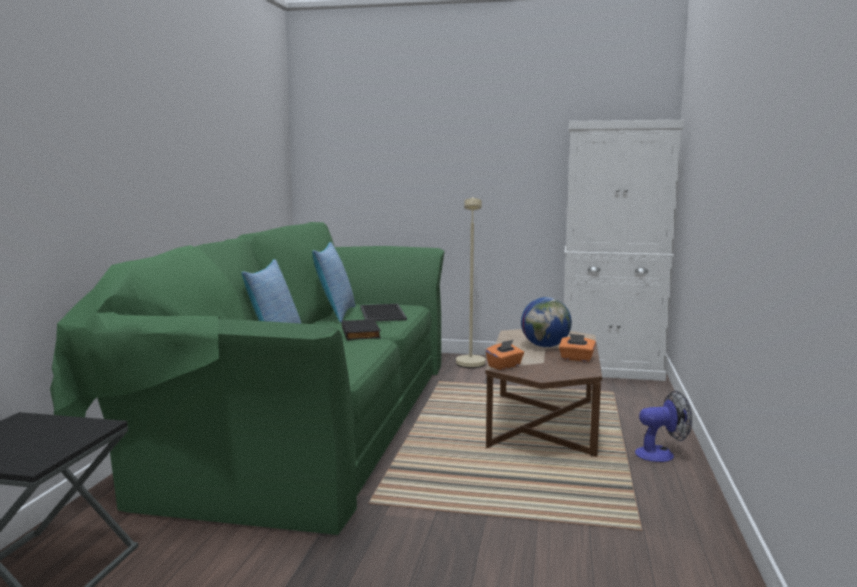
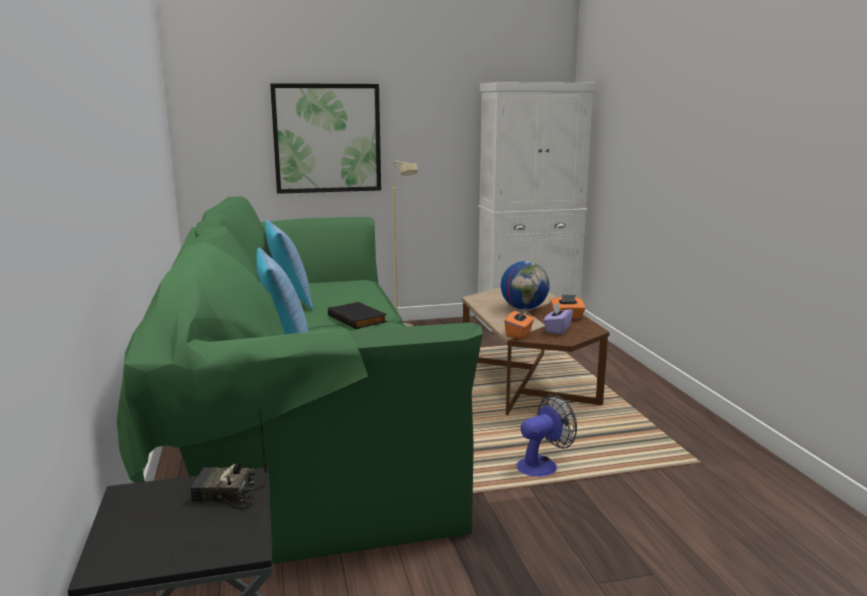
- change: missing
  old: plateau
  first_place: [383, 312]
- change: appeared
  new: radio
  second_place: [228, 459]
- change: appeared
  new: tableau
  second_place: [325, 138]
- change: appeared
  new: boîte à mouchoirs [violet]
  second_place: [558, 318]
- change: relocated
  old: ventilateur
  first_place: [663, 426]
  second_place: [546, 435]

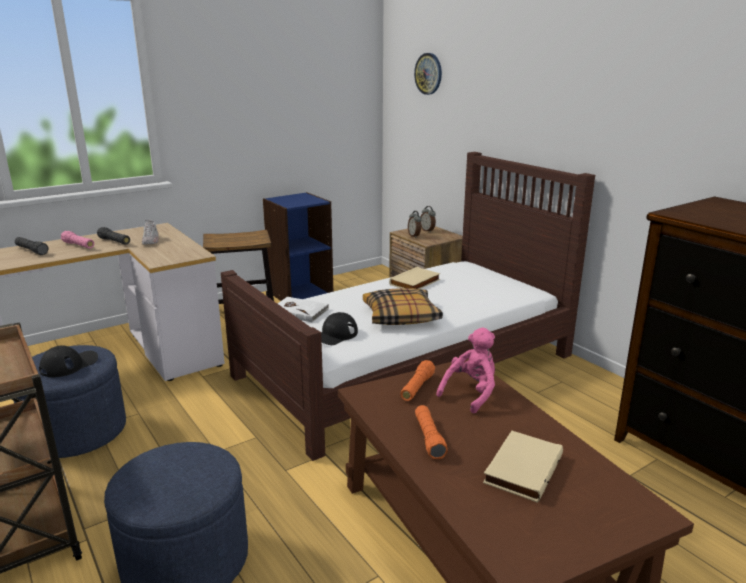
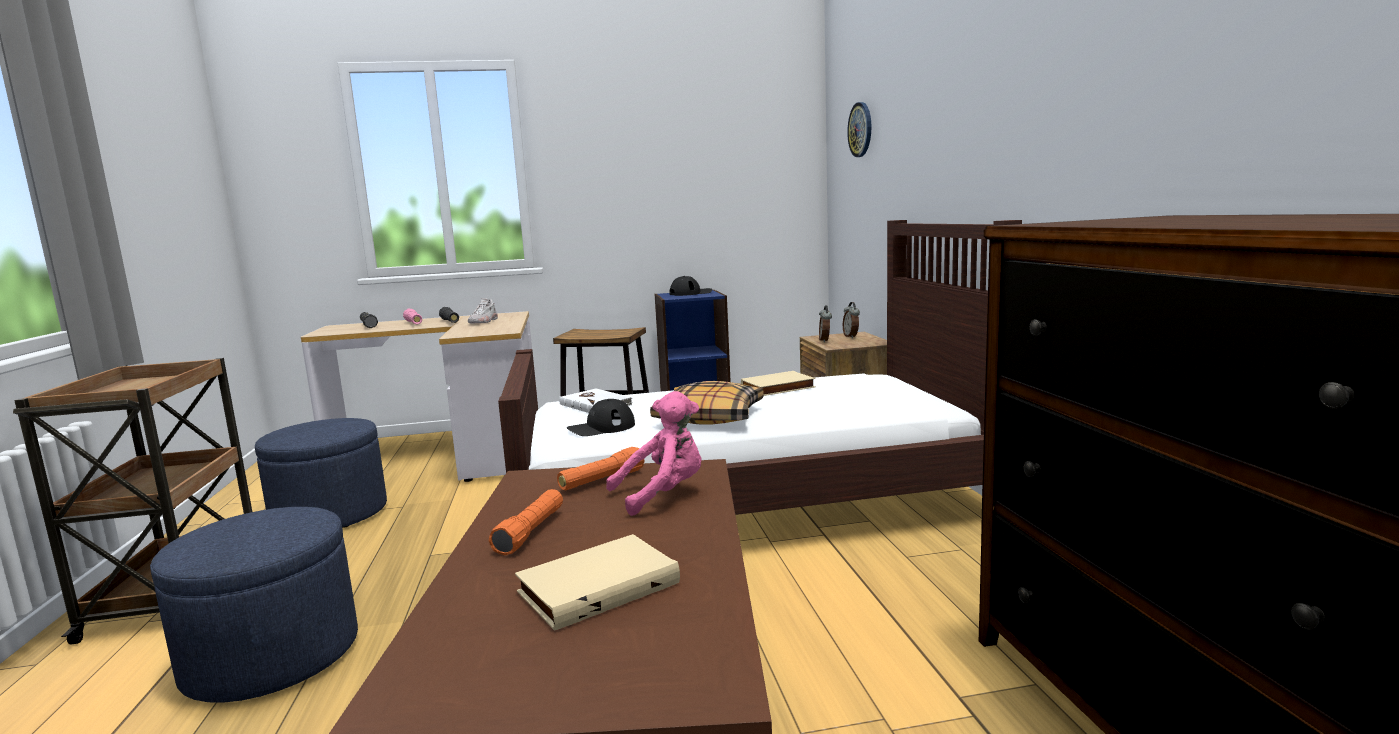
- change: relocated
  old: casquette [noir]
  first_place: [68, 361]
  second_place: [690, 286]

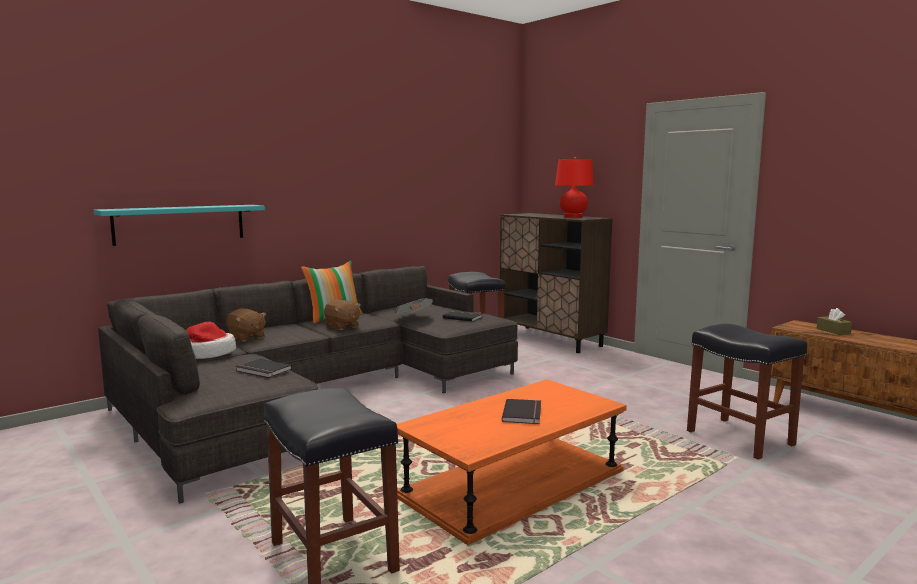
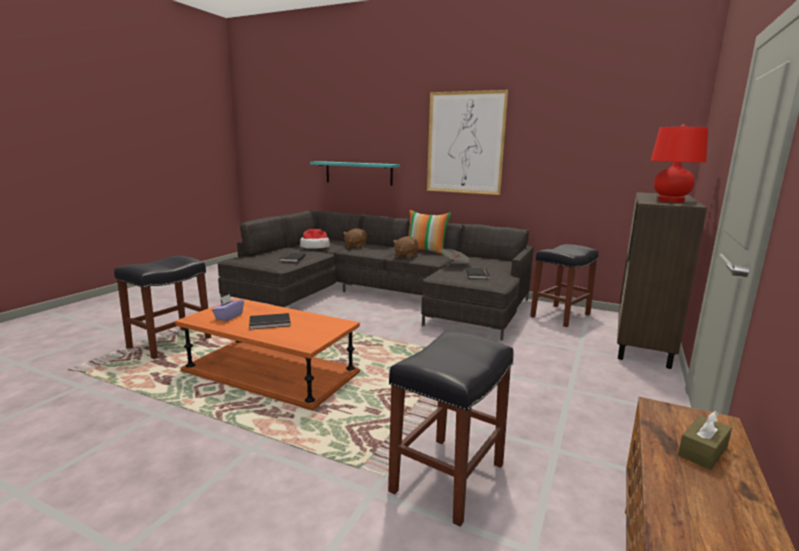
- change: appeared
  new: boîte à mouchoirs [violet]
  second_place: [228, 307]
- change: appeared
  new: tableau
  second_place: [467, 142]

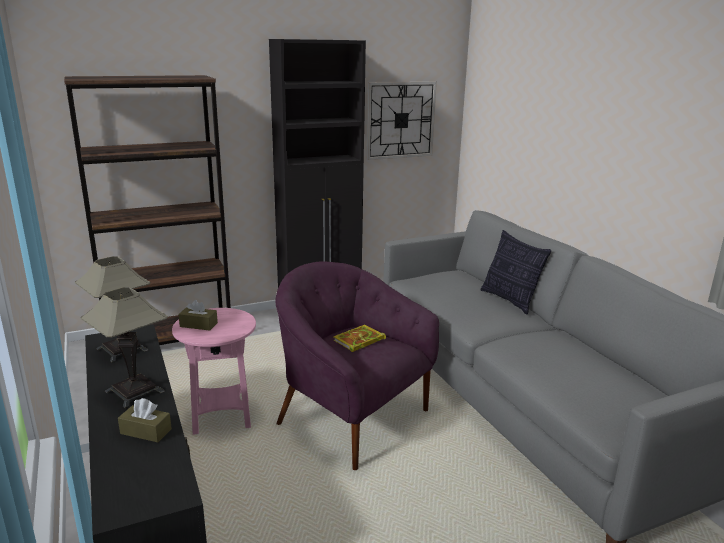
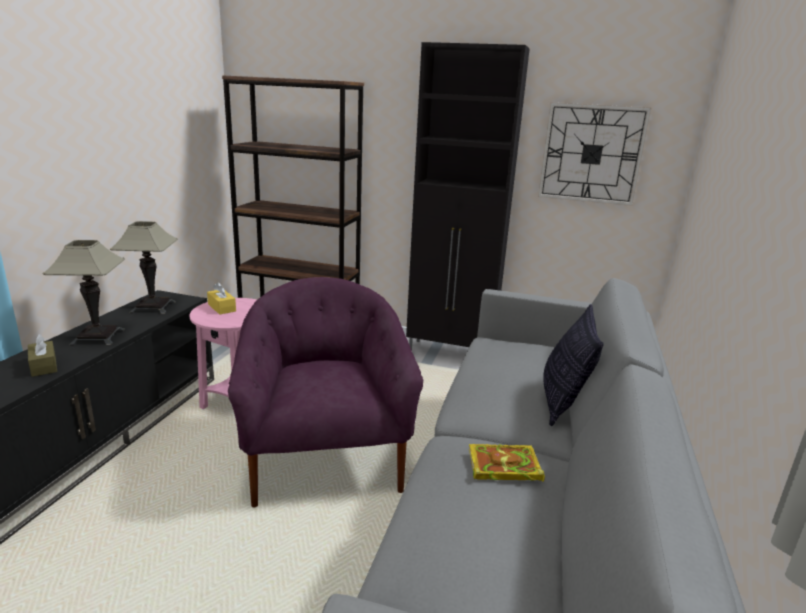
- change: relocated
  old: livre
  first_place: [359, 338]
  second_place: [507, 463]
- change: colour
  old: boîte à mouchoirs [marron]
  new: boîte à mouchoirs [jaune]
  first_place: [198, 315]
  second_place: [221, 298]

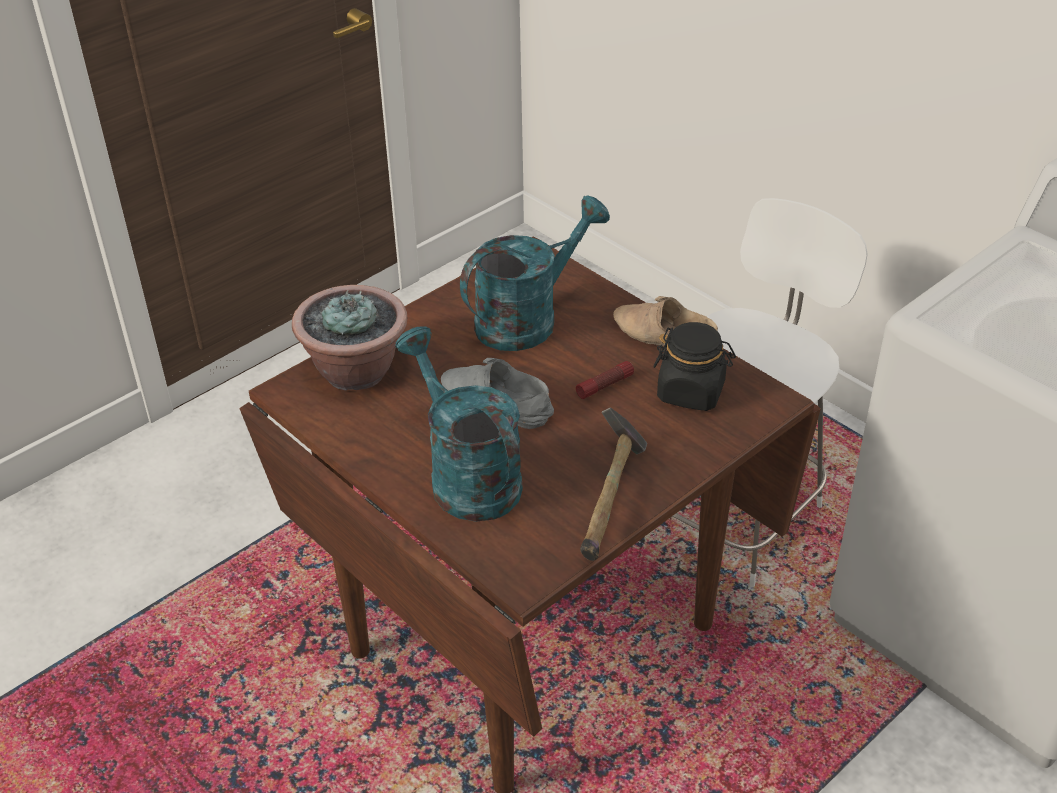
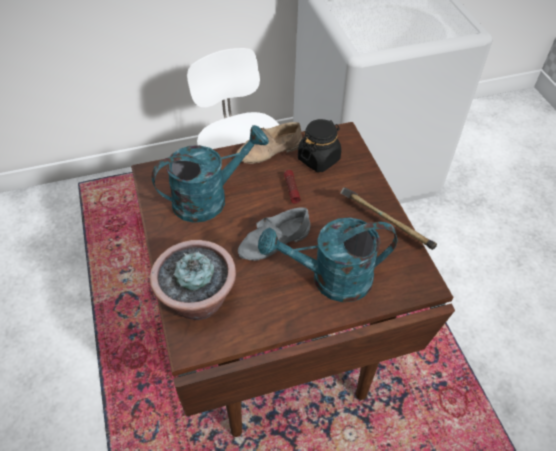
- change: spun
  old: arrosoir [turquoise]
  first_place: [535, 273]
  second_place: [210, 174]
  degrees: 75

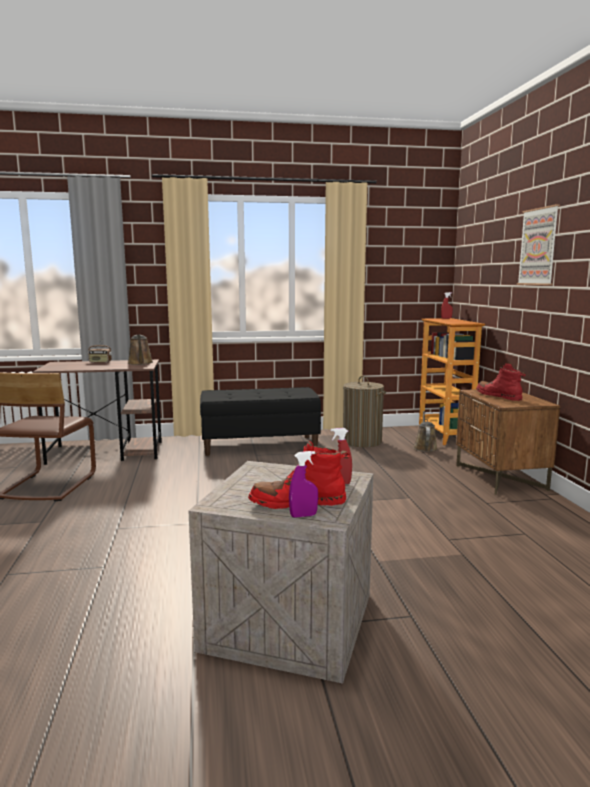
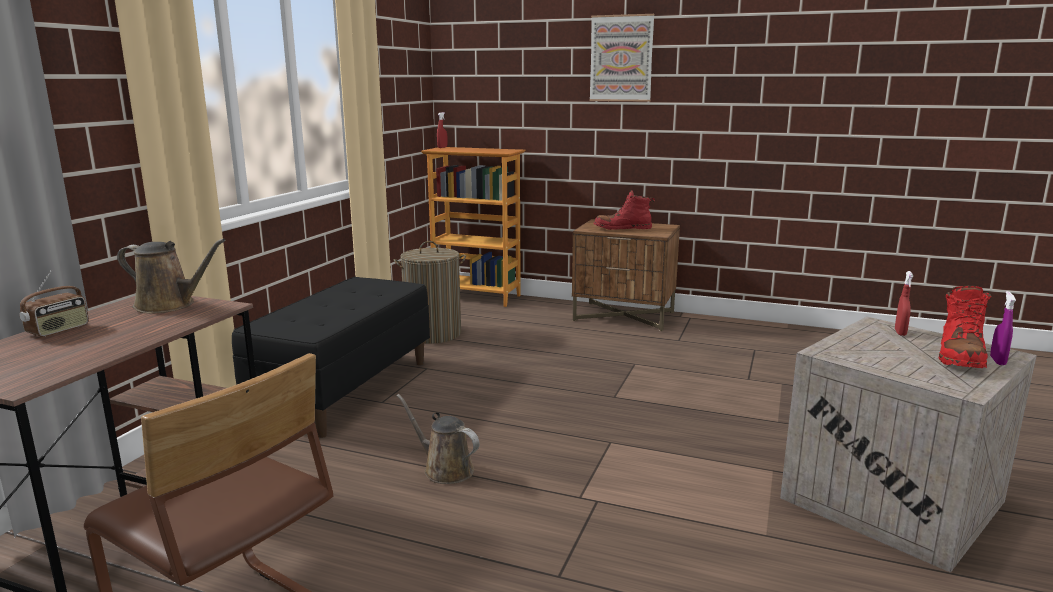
- change: relocated
  old: arrosoir [marron]
  first_place: [425, 431]
  second_place: [438, 439]

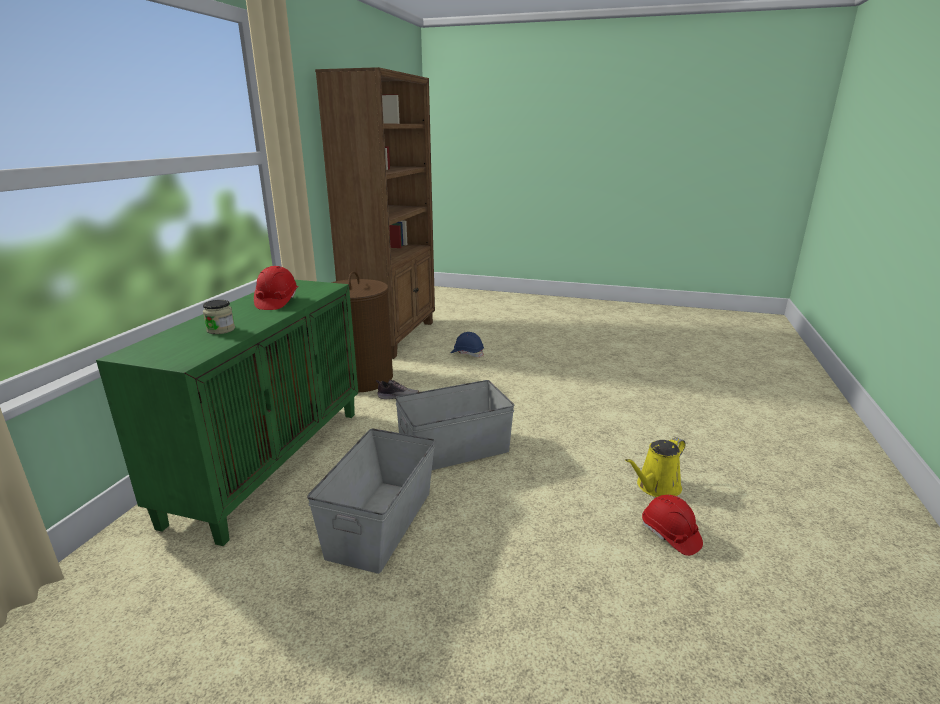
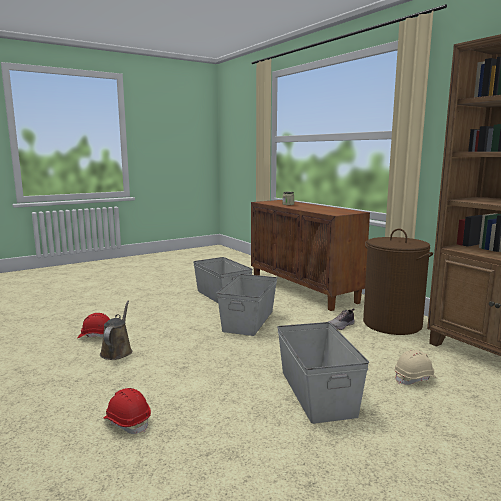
- change: appeared
  new: boîte de rangement [gris]
  second_place: [323, 373]
- change: relocated
  old: casque de chantier [rouge]
  first_place: [276, 288]
  second_place: [127, 411]
- change: colour
  old: meuble de rangement [vert]
  new: meuble de rangement [marron]
  first_place: [227, 413]
  second_place: [310, 255]
- change: colour
  old: casque de chantier [bleu]
  new: casque de chantier [beige]
  first_place: [467, 344]
  second_place: [415, 367]
- change: colour
  old: arrosoir [jaune]
  new: arrosoir [marron]
  first_place: [655, 467]
  second_place: [116, 330]

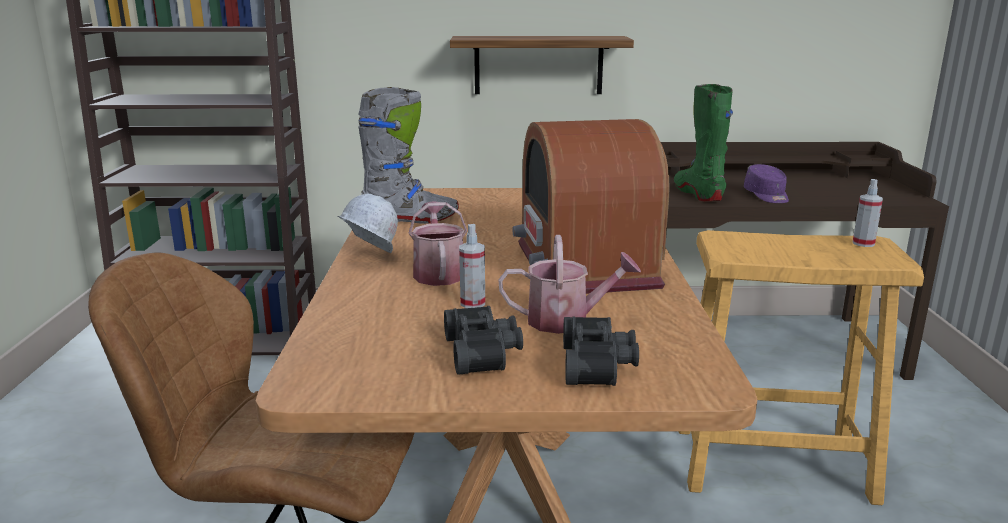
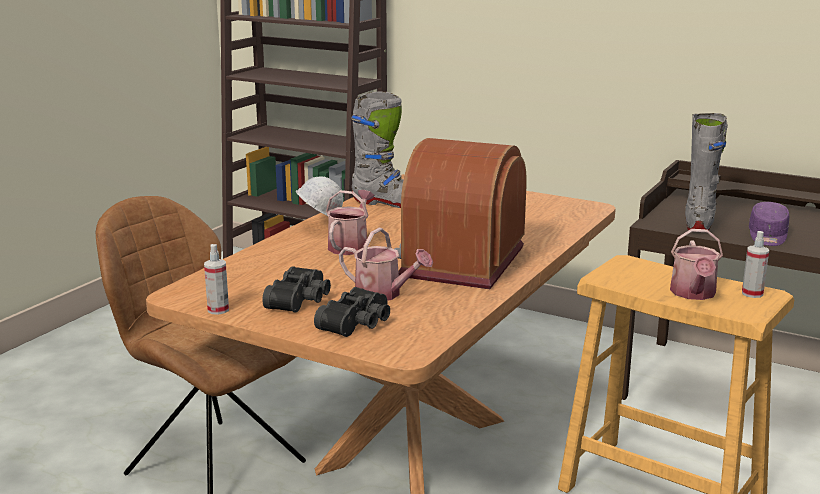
- change: missing
  old: étagère
  first_place: [542, 65]
- change: appeared
  new: arrosoir
  second_place: [696, 264]
- change: relocated
  old: vaporisateur
  first_place: [472, 266]
  second_place: [216, 279]
- change: colour
  old: botte [vert]
  new: botte [gris]
  first_place: [703, 142]
  second_place: [706, 171]

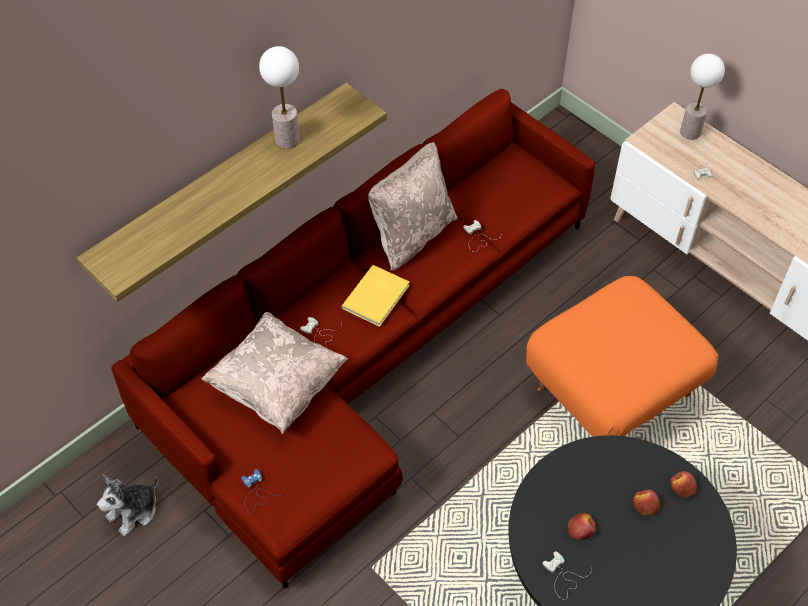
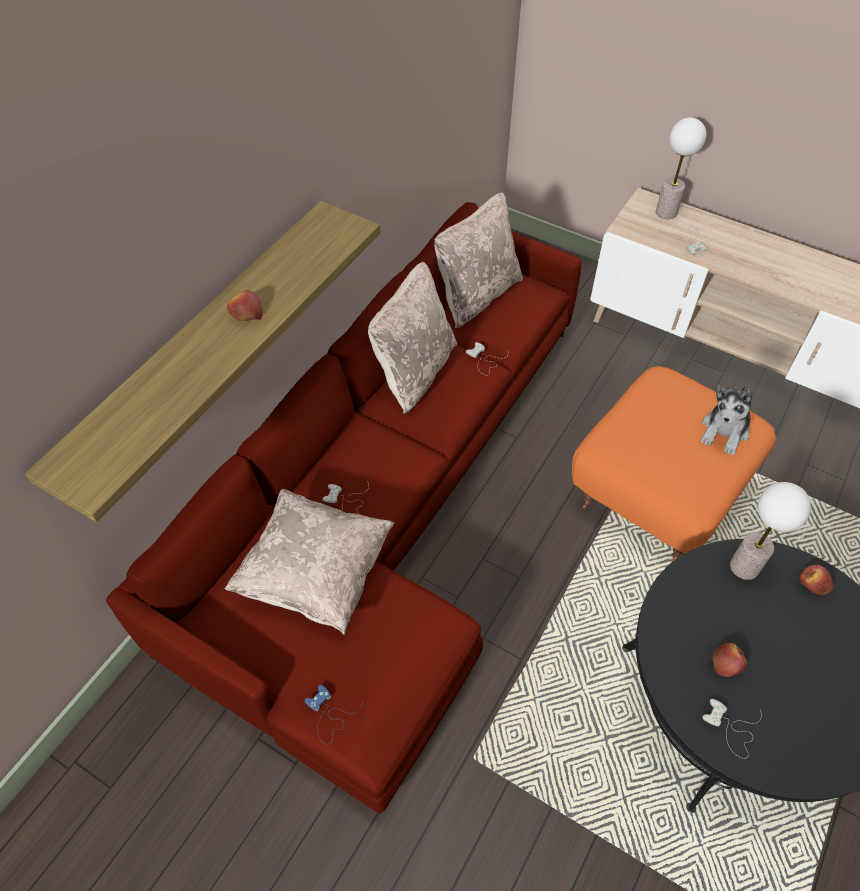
- change: missing
  old: livre [jaune]
  first_place: [375, 296]
- change: appeared
  new: coussin [beige]
  second_place: [478, 260]
- change: relocated
  old: peluche
  first_place: [127, 505]
  second_place: [726, 420]
- change: relocated
  old: lampe de table
  first_place: [279, 97]
  second_place: [770, 531]
- change: relocated
  old: pomme
  first_place: [646, 503]
  second_place: [245, 305]

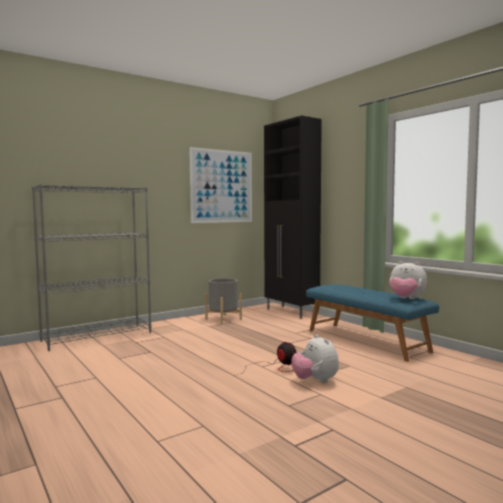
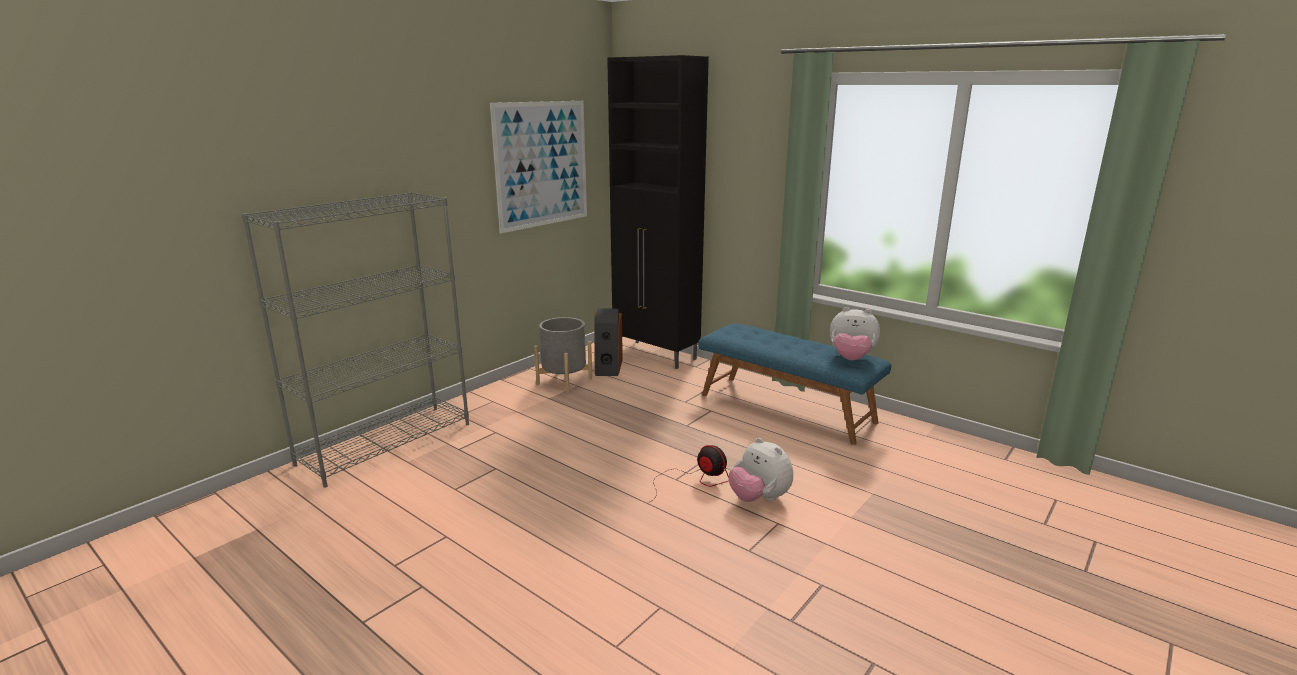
- change: appeared
  new: enceinte
  second_place: [608, 342]

